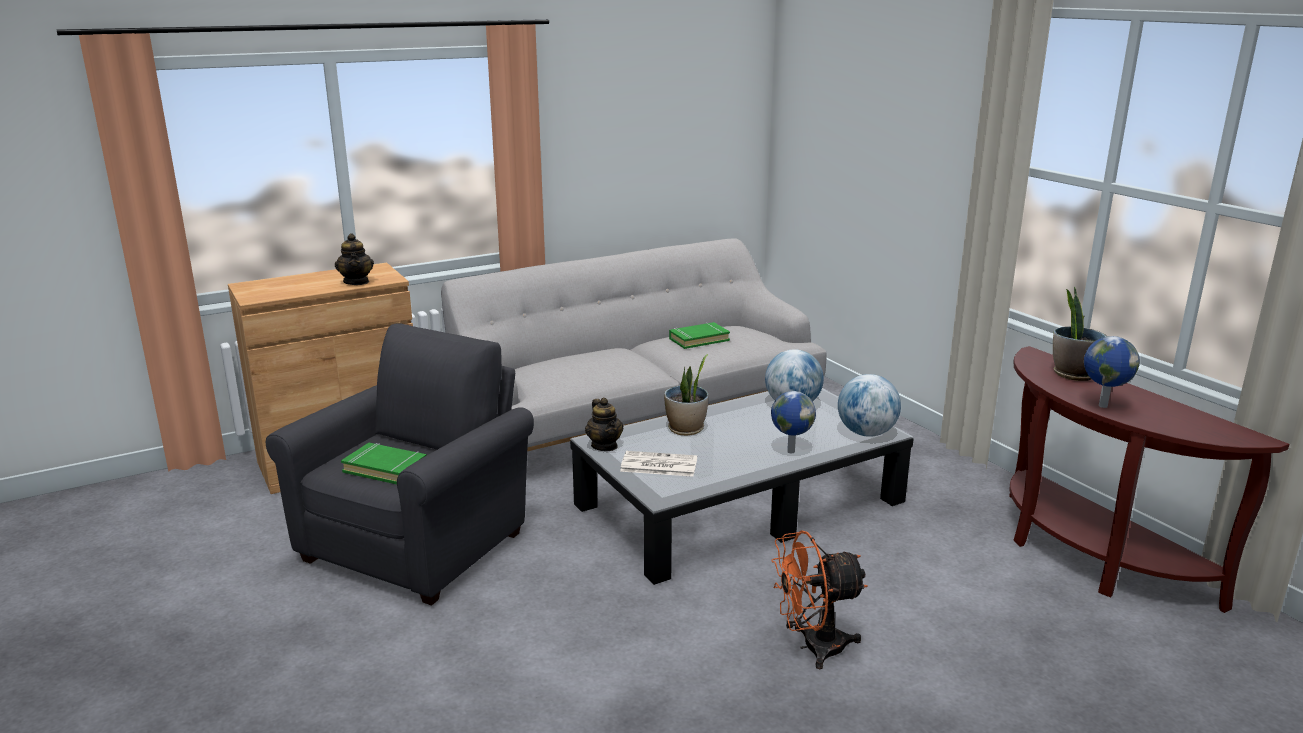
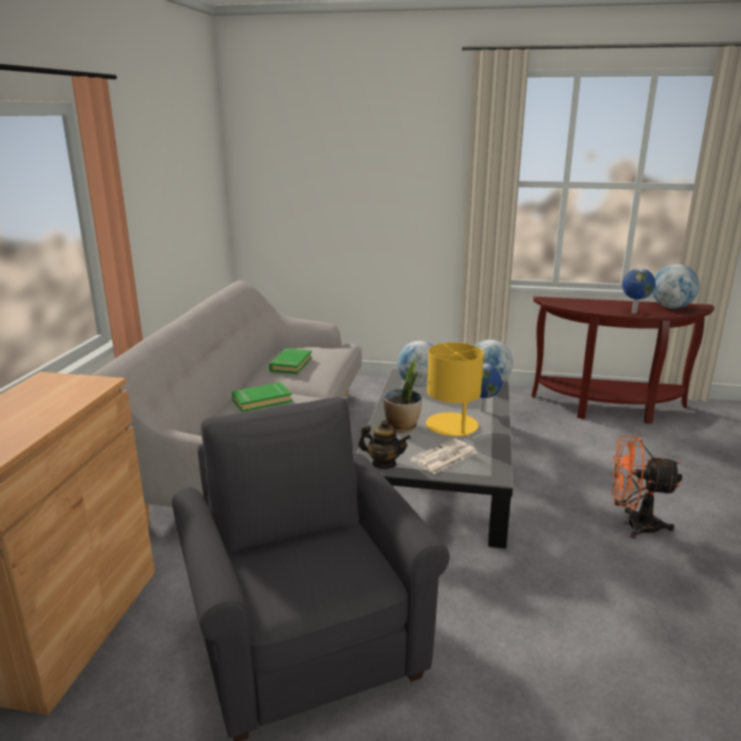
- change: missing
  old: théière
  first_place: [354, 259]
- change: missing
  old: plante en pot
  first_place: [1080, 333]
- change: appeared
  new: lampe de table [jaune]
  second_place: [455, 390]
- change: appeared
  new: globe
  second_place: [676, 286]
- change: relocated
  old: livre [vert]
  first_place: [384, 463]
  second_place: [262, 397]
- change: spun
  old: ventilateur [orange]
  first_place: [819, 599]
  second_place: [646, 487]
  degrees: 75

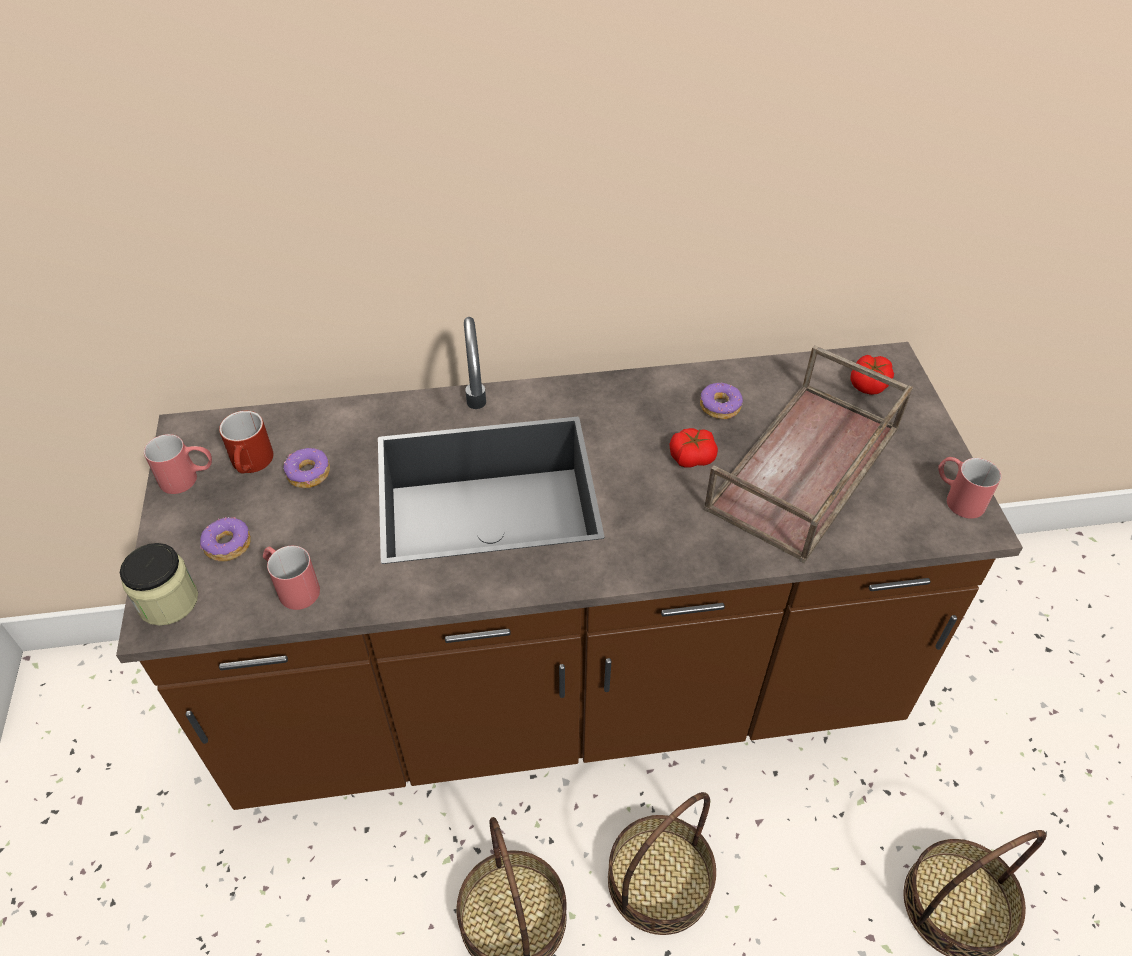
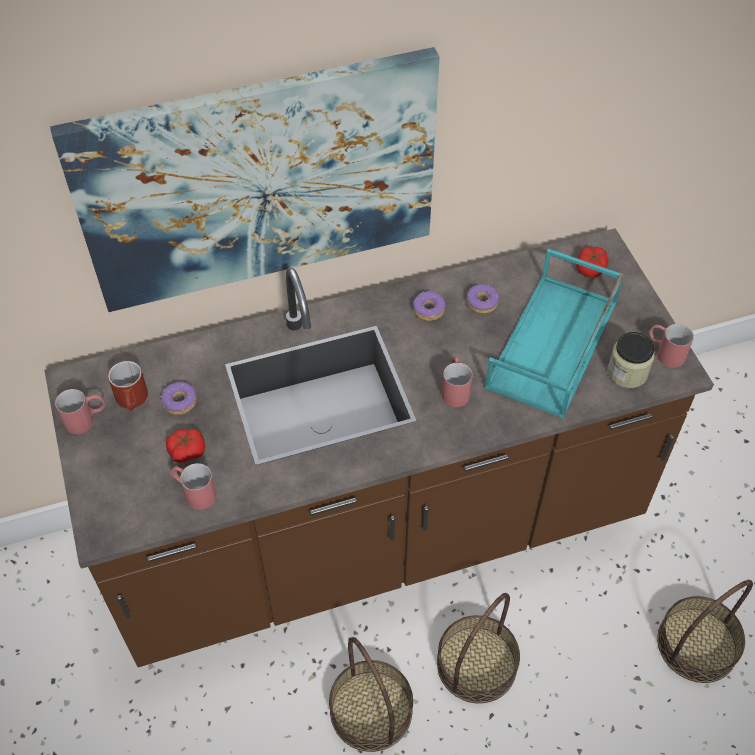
- change: appeared
  new: tableau
  second_place: [245, 179]
- change: appeared
  new: mug [rouge]
  second_place: [457, 382]
- change: relocated
  old: bocal
  first_place: [158, 584]
  second_place: [631, 360]
- change: relocated
  old: beignet
  first_place: [225, 539]
  second_place: [429, 306]
- change: relocated
  old: tomate
  first_place: [693, 447]
  second_place: [185, 446]
- change: colour
  old: plateau [marron]
  new: plateau [turquoise]
  first_place: [808, 454]
  second_place: [554, 334]

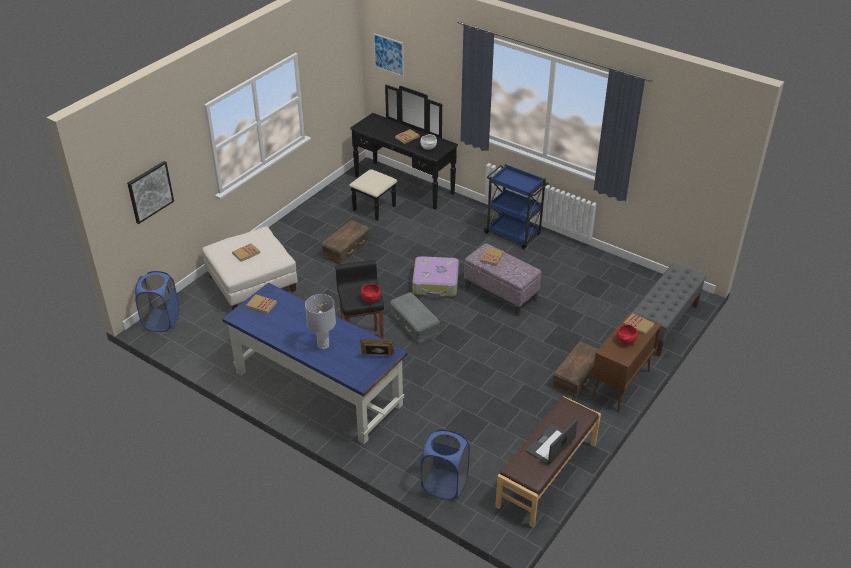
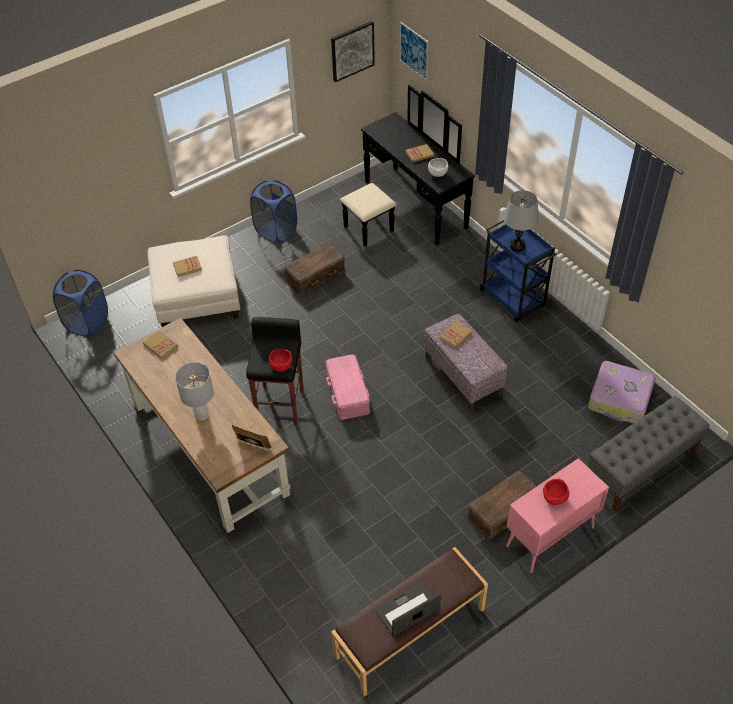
- change: missing
  old: livre
  first_place: [638, 324]
- change: appeared
  new: lampe de table [gris]
  second_place: [521, 221]
- change: relocated
  old: tableau
  first_place: [150, 192]
  second_place: [353, 51]
- change: relocated
  old: valise
  first_place: [435, 276]
  second_place: [622, 392]
- change: relocated
  old: panier à linge [bleu]
  first_place: [445, 464]
  second_place: [273, 211]
- change: colour
  old: bureau [bleu]
  new: bureau [marron]
  first_place: [315, 363]
  second_place: [202, 425]
- change: colour
  old: boîte de rangement [gris]
  new: boîte de rangement [rose]
  first_place: [415, 318]
  second_place: [348, 387]
- change: colour
  old: meuble de rangement [marron]
  new: meuble de rangement [rose]
  first_place: [626, 362]
  second_place: [557, 515]

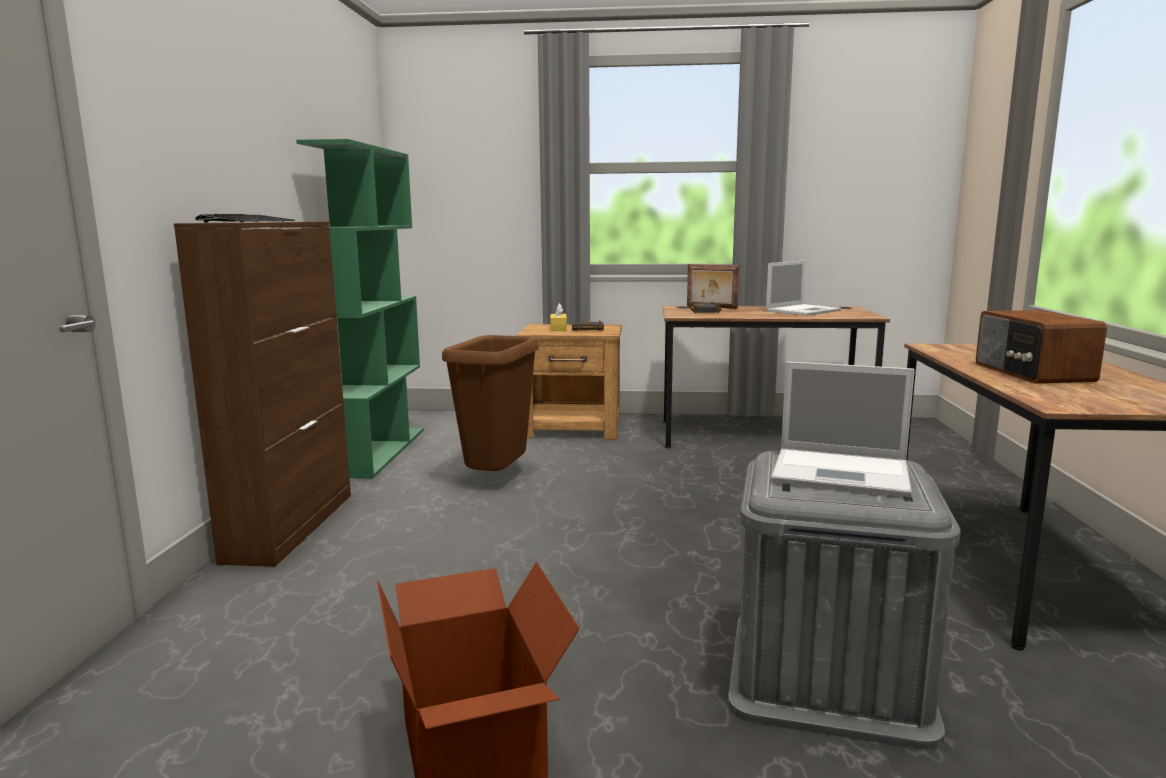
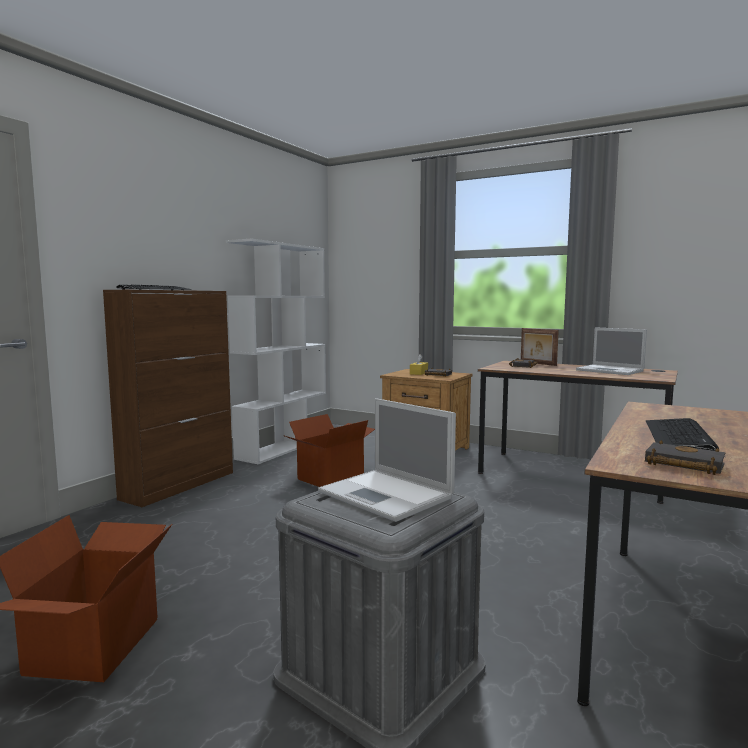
- change: appeared
  new: livre [noir]
  second_place: [685, 457]
- change: exchanged
  old: poubelle [marron]
  new: carton
  first_place: [490, 403]
  second_place: [329, 450]
- change: exchanged
  old: radio
  new: clavier
  first_place: [1041, 346]
  second_place: [682, 434]
- change: colour
  old: bibliothèque [vert]
  new: bibliothèque [blanc]
  first_place: [360, 309]
  second_place: [276, 351]
- change: spun
  old: ordinateur portable
  first_place: [803, 288]
  second_place: [611, 351]
  degrees: 60

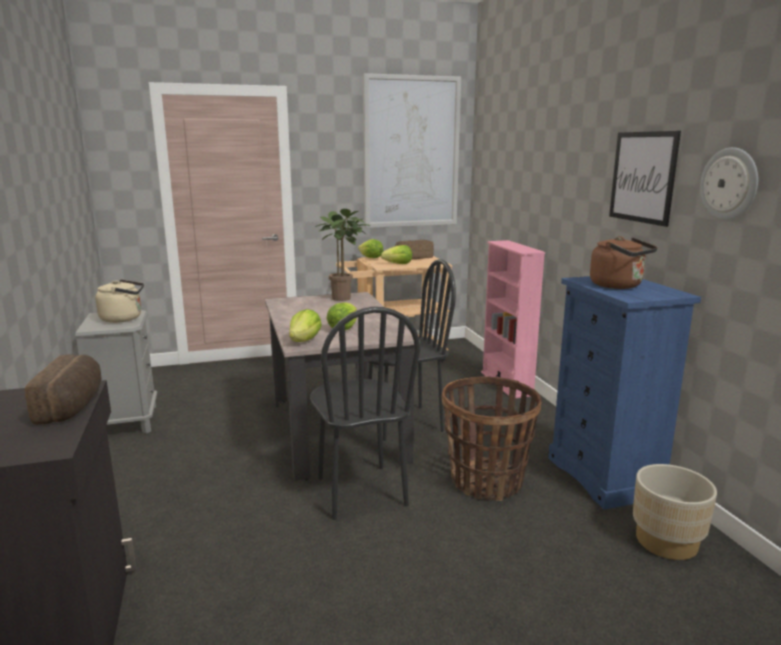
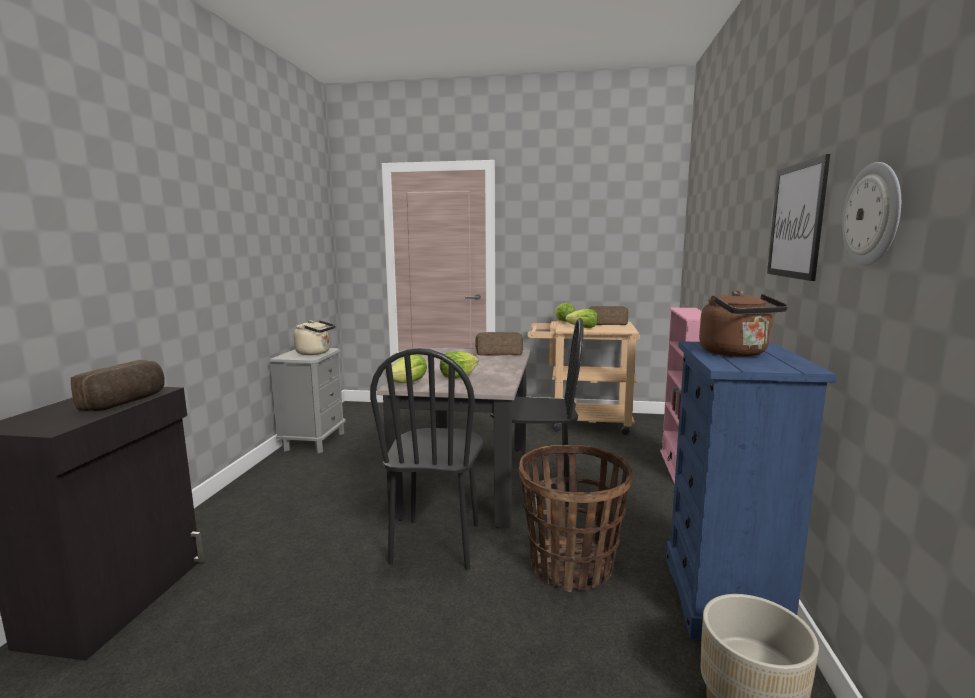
- change: missing
  old: tableau
  first_place: [412, 150]
- change: exchanged
  old: plante en pot
  new: pain
  first_place: [343, 255]
  second_place: [499, 344]

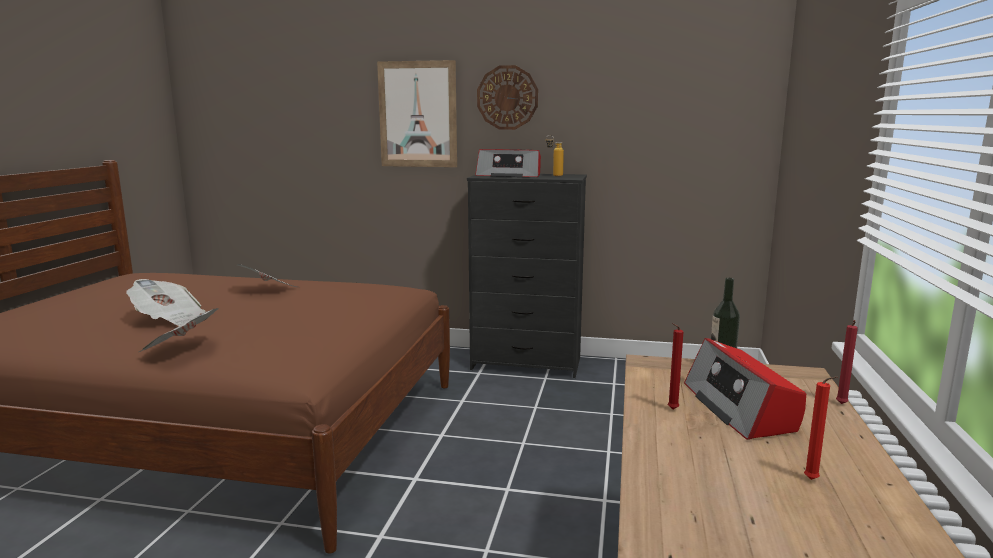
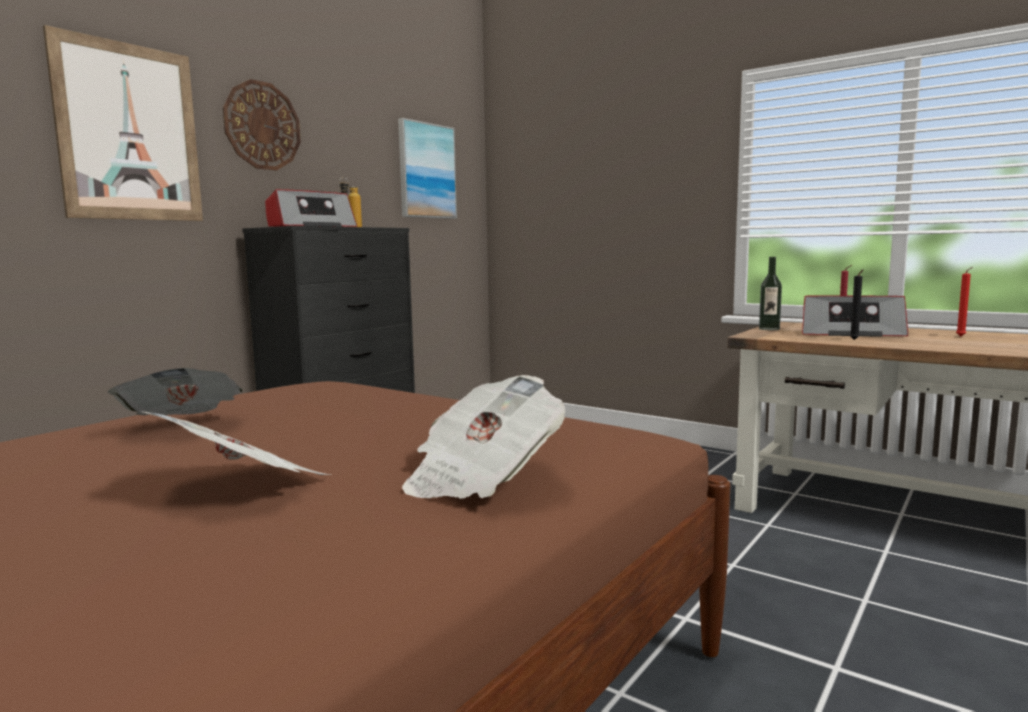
- change: appeared
  new: tableau
  second_place: [427, 168]
- change: colour
  old: bougie [rouge]
  new: bougie [noir]
  first_place: [676, 366]
  second_place: [857, 304]

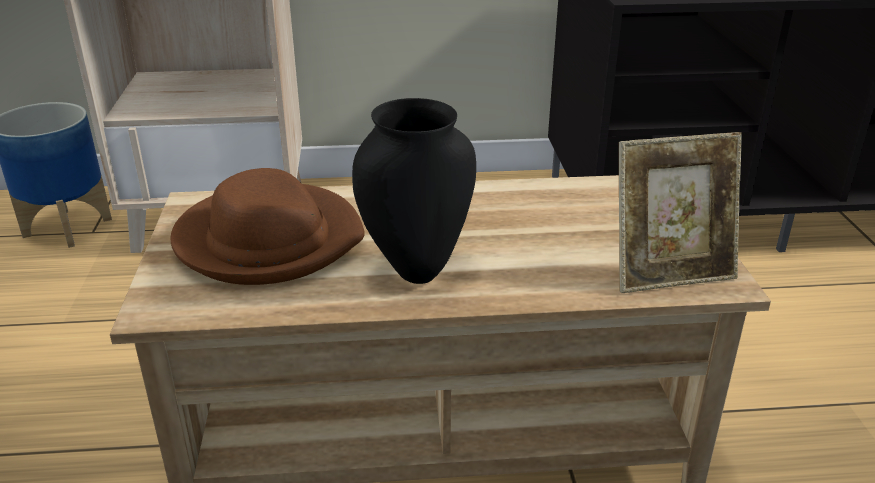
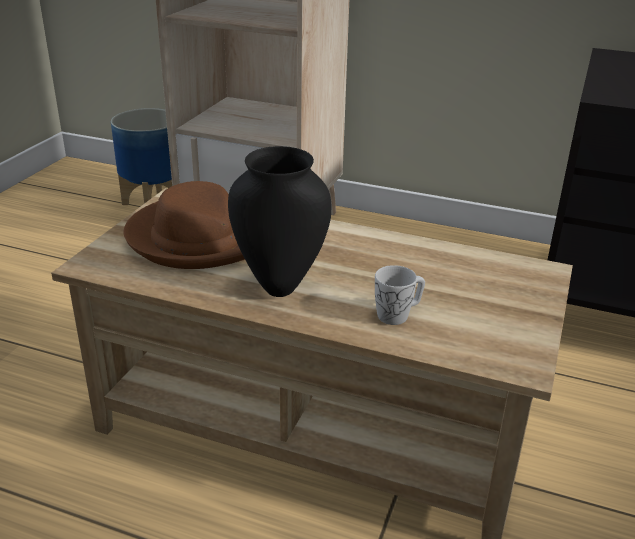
- change: missing
  old: cadre photo
  first_place: [680, 212]
- change: appeared
  new: mug [blanc]
  second_place: [400, 295]

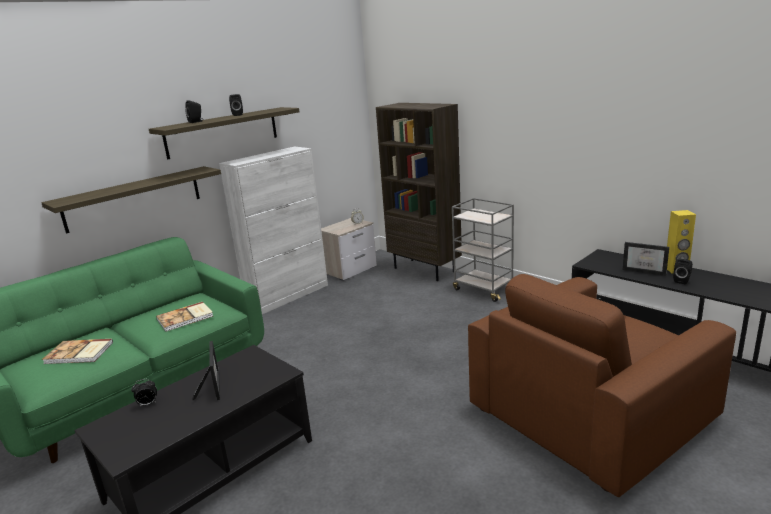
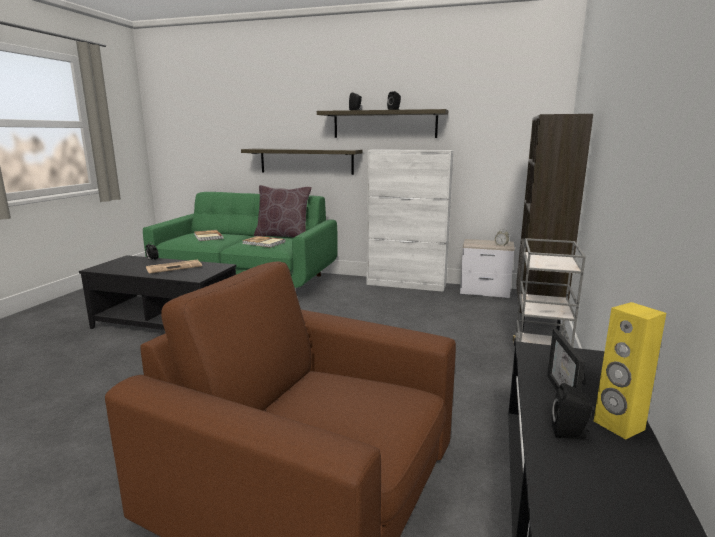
- change: appeared
  new: coussin [marron]
  second_place: [283, 211]
- change: exchanged
  old: cadre photo
  new: journal
  first_place: [206, 370]
  second_place: [174, 267]

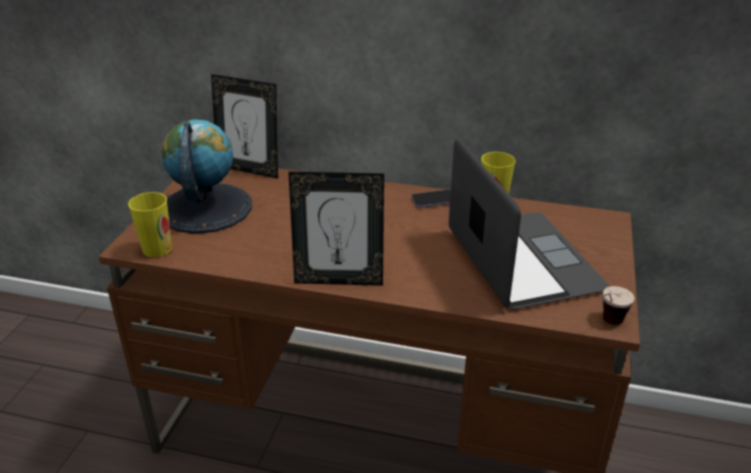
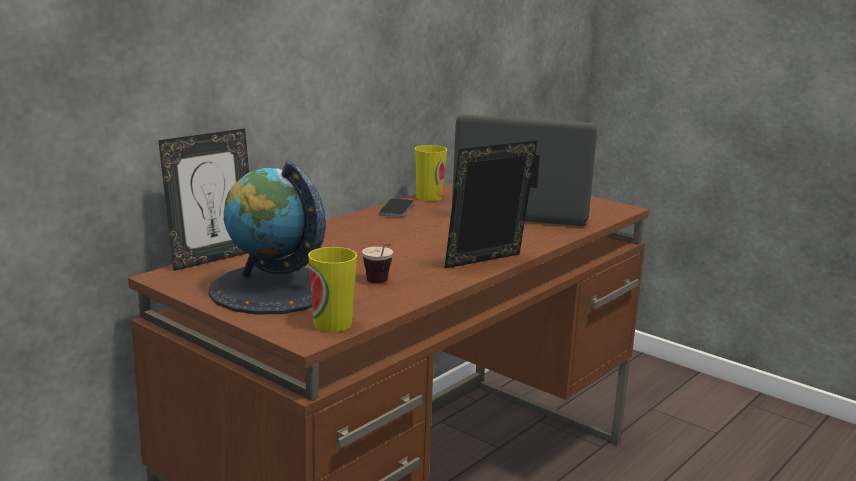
- change: relocated
  old: tasse
  first_place: [617, 305]
  second_place: [377, 263]
- change: spun
  old: cadre photo
  first_place: [336, 229]
  second_place: [491, 204]
  degrees: -150

